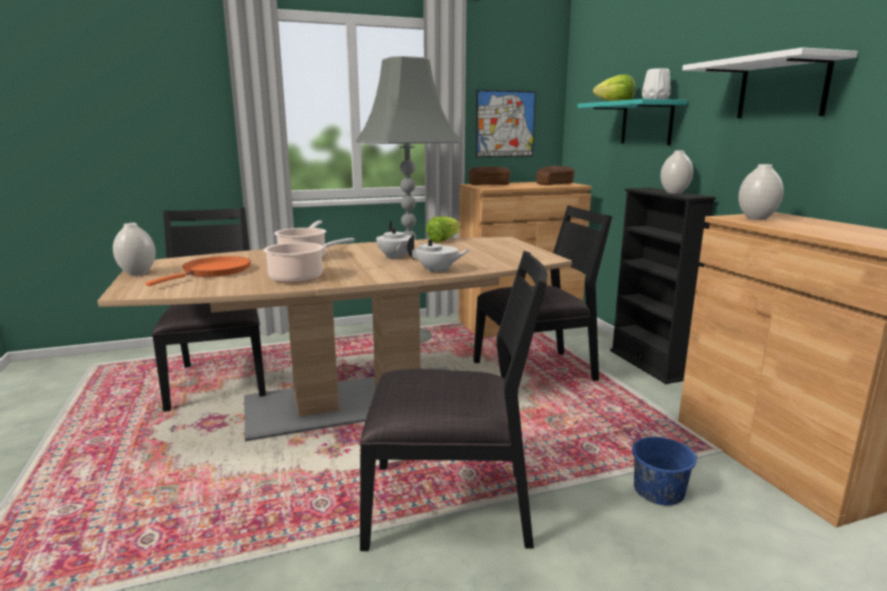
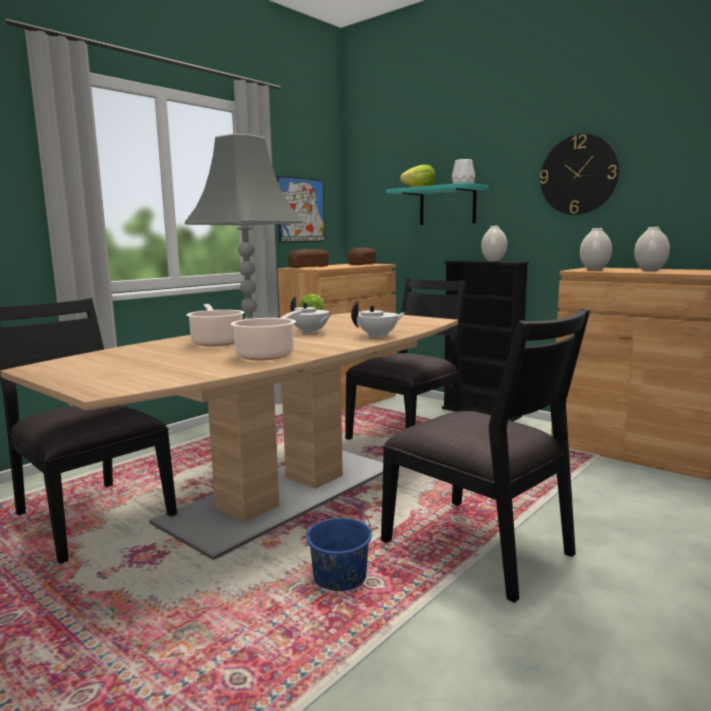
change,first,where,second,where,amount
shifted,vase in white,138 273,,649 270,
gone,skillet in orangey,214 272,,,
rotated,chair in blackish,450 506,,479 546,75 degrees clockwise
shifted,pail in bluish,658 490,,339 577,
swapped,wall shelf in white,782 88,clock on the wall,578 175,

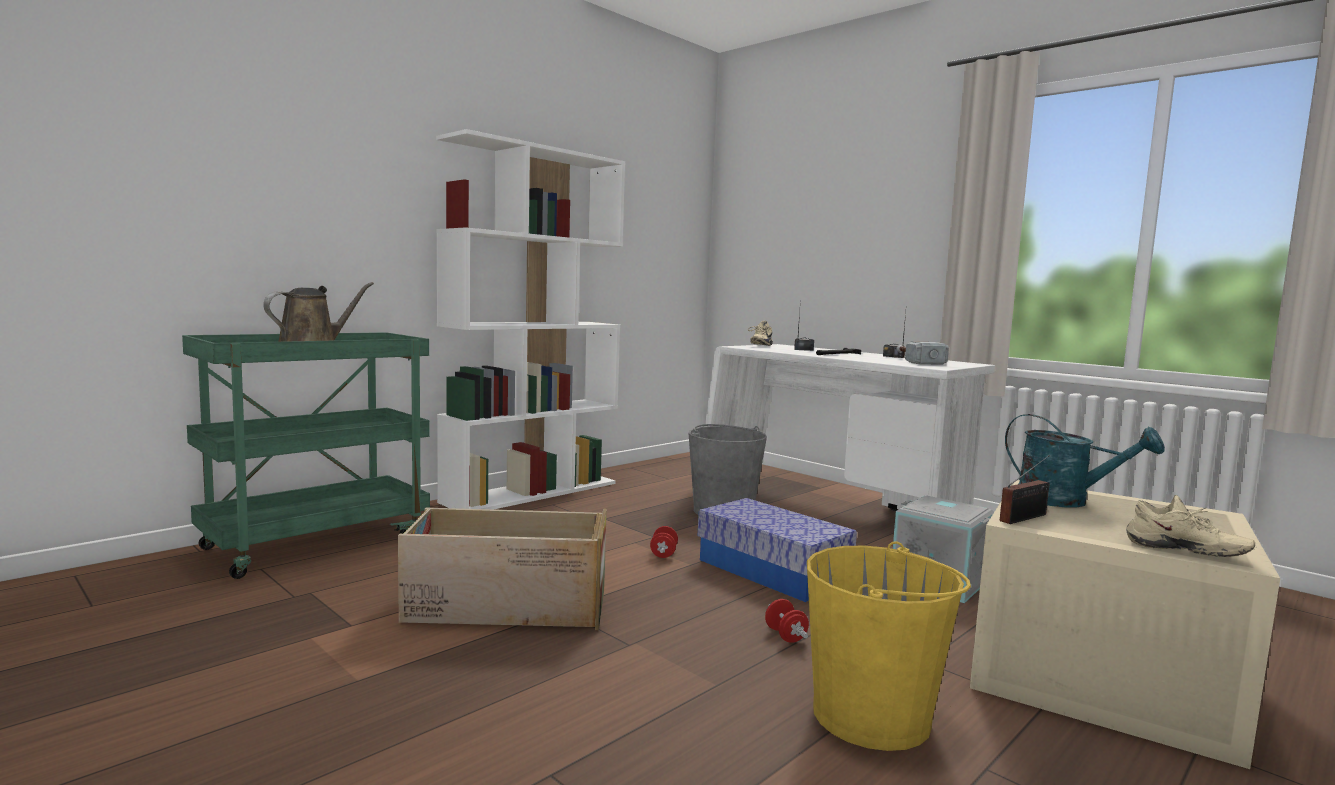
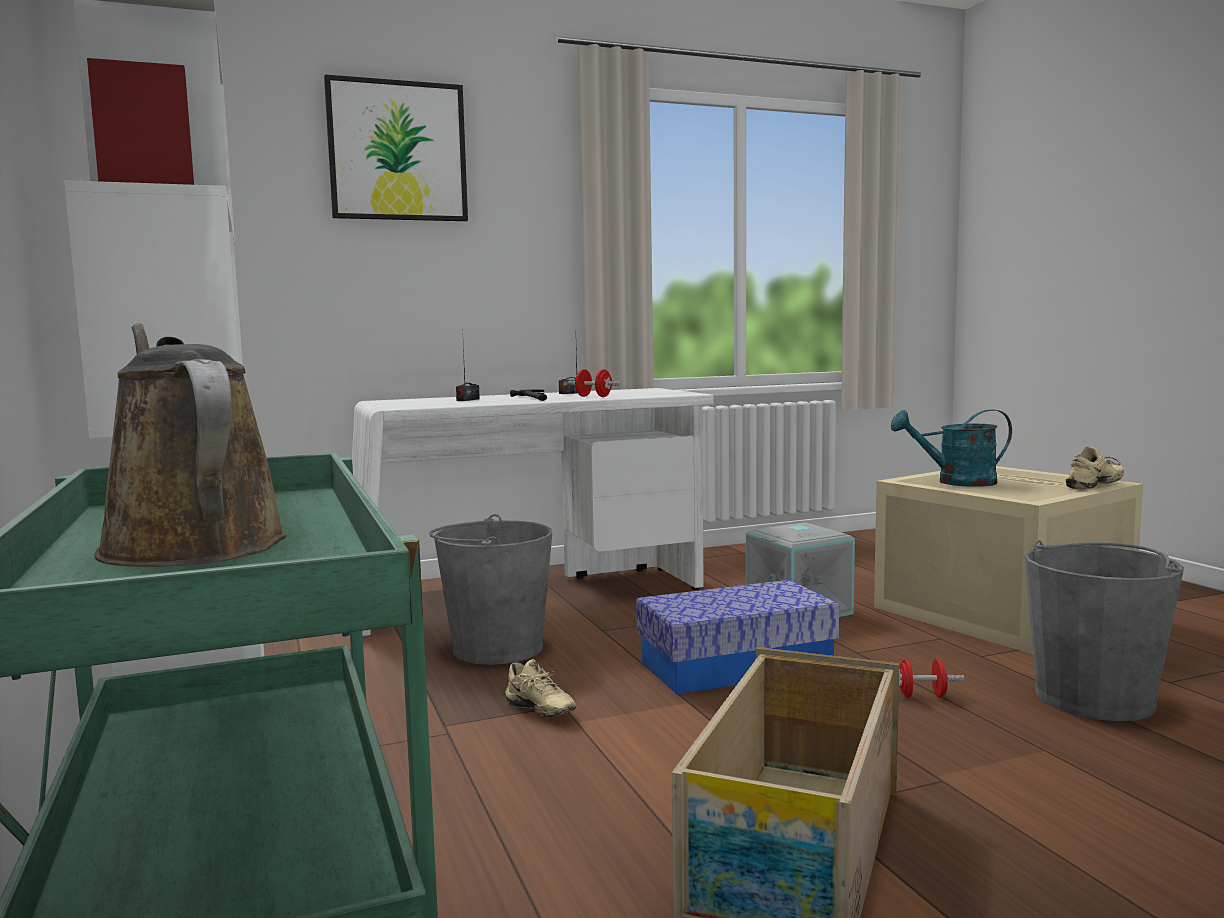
change,first,where,second,where,amount
shifted,free weight in reddish,663 554,,593 396,
shifted,shoe in beige,759 345,,538 711,
repainted,pail in yellow,872 716,pail in gray,1095 698,
gone,tool hammer,914 361,,,
gone,radio set,1026 517,,,
rotated,watering pot in turquoise-coloured,1065 501,,956 482,150 degrees counterclockwise
new,,,wall picture,397 151,

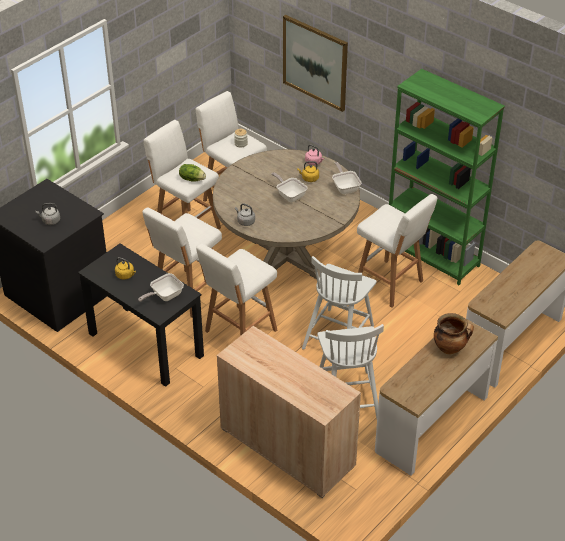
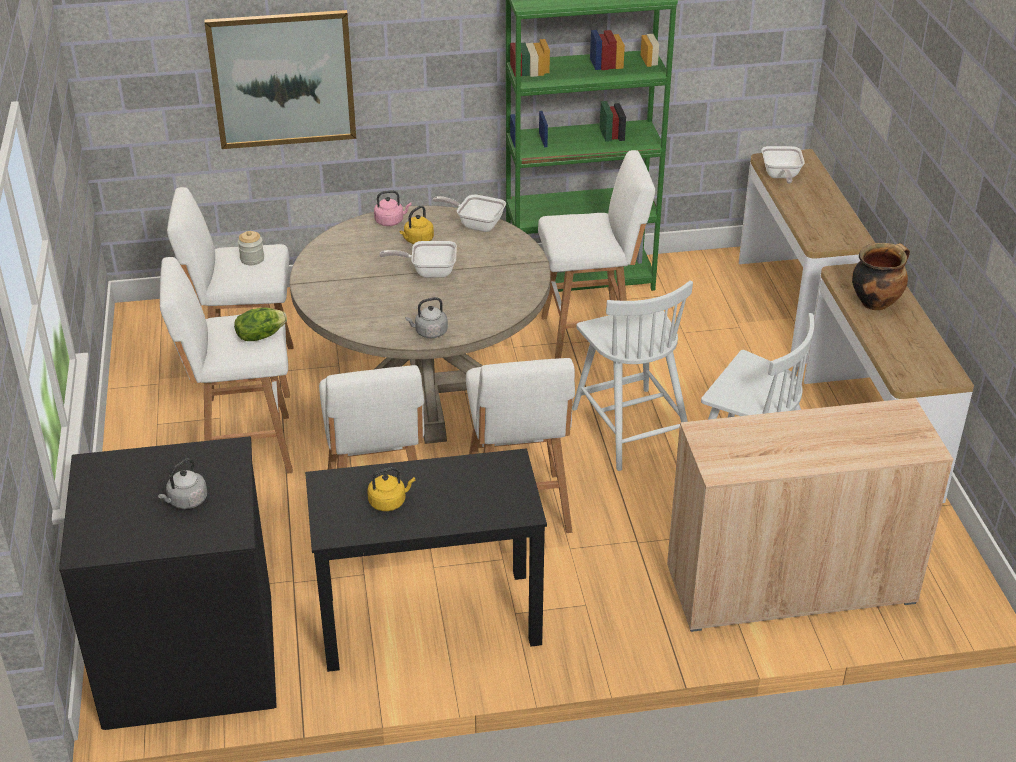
change,first,where,second,where,amount
shifted,skillet,164 296,,780 176,

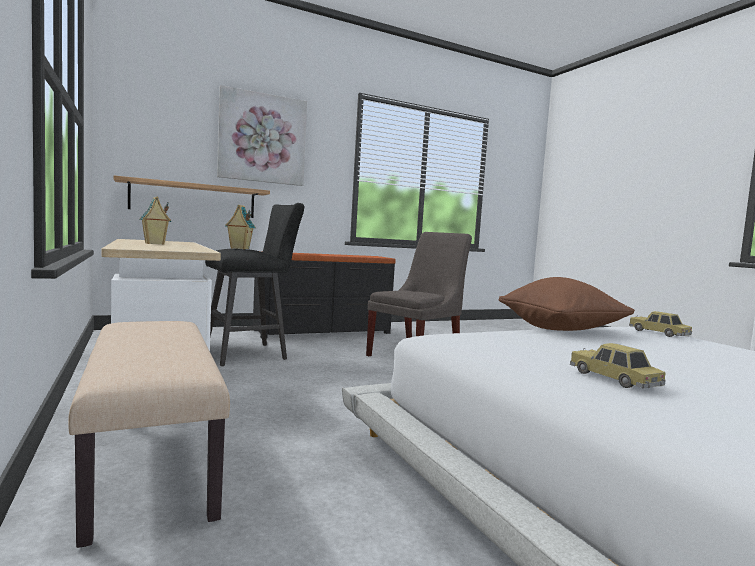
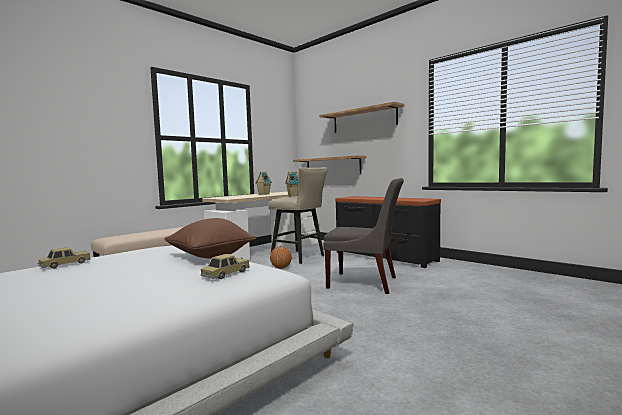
change,first,where,second,where,amount
repainted,stool seat in blackish,251 353,stool seat in beige,300 257,
swapped,wall picture,262 138,wall shelf,364 119,
new,,,basketball ball,281 268,

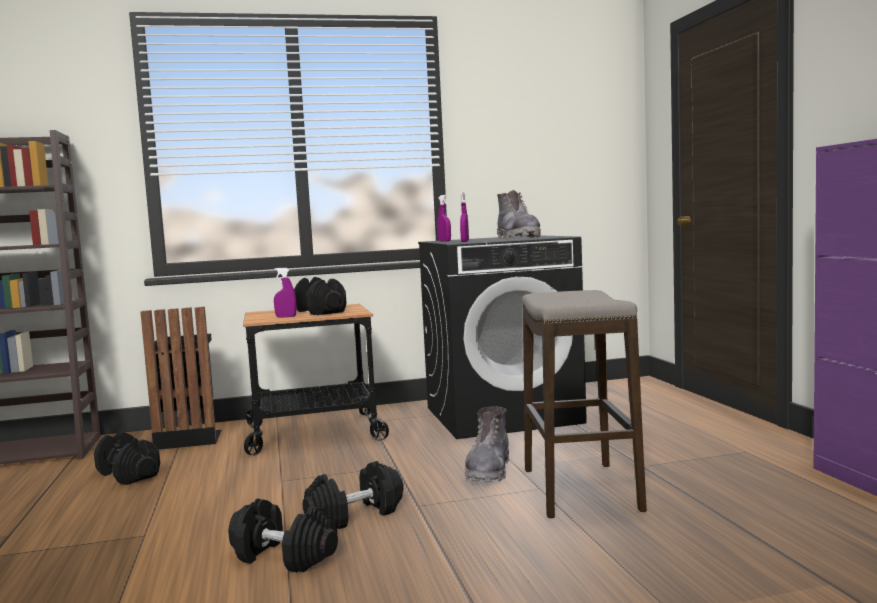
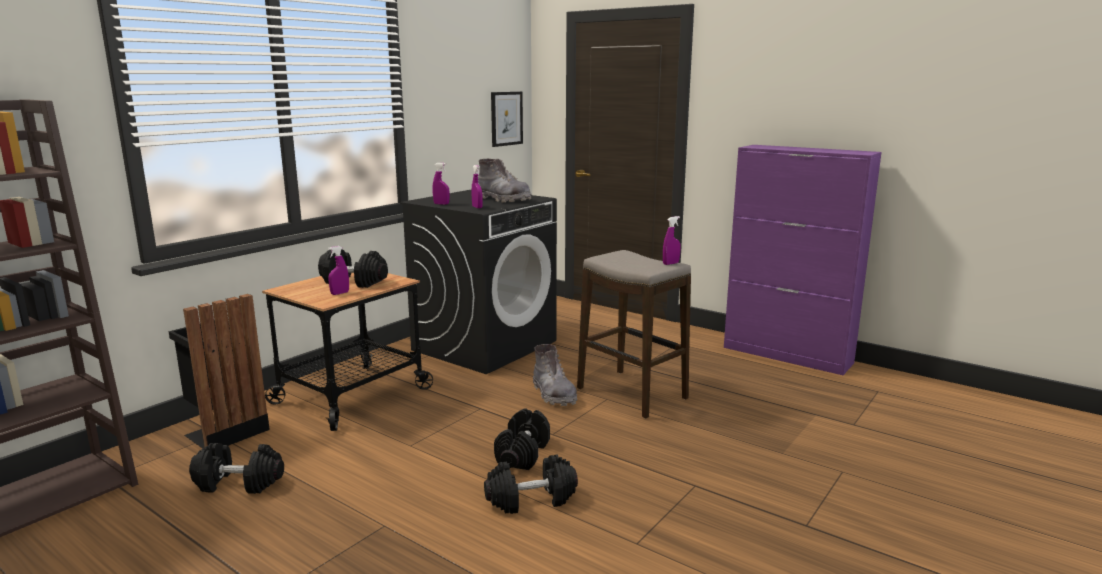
change,first,where,second,where,amount
new,,,wall picture,506 118,
new,,,spray bottle in purple-coloured,671 263,

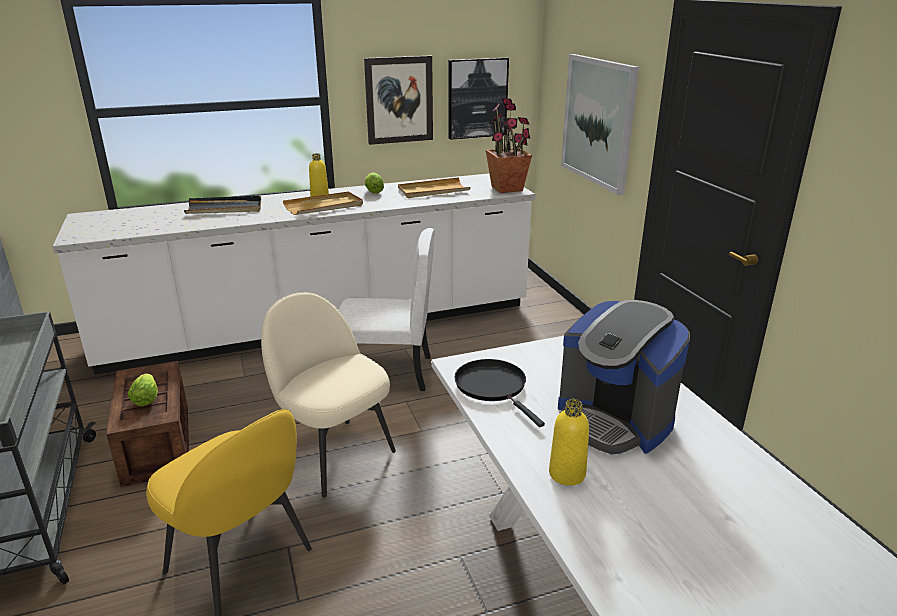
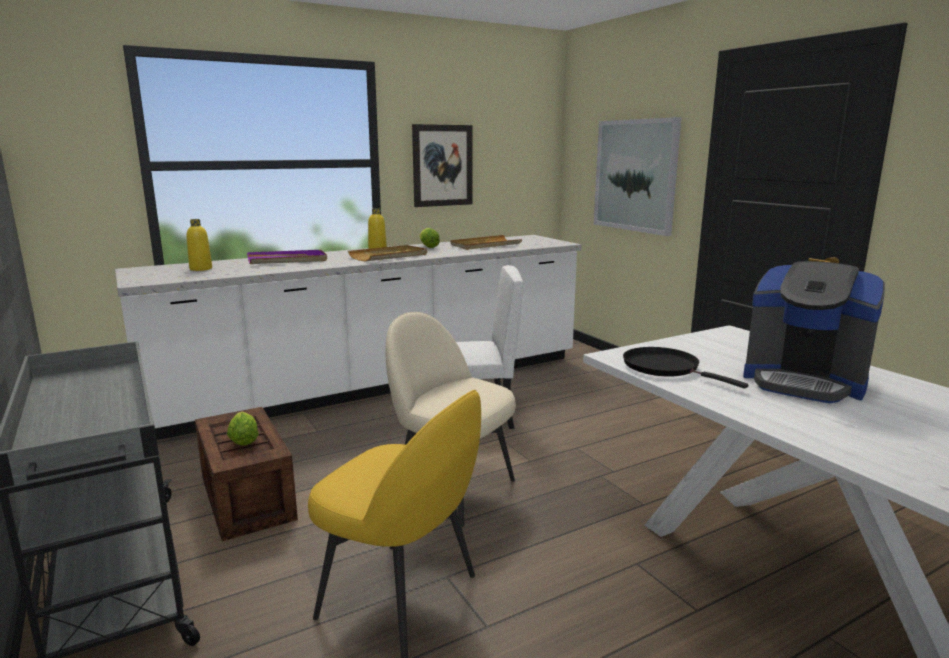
change,first,where,second,where,amount
repainted,carrying tray in blackish,225 208,carrying tray in purple-coloured,287 260,
gone,wall picture,477 98,,,
gone,plant in a pot,507 188,,,
shifted,beverage bottle in yellow,567 474,,201 269,

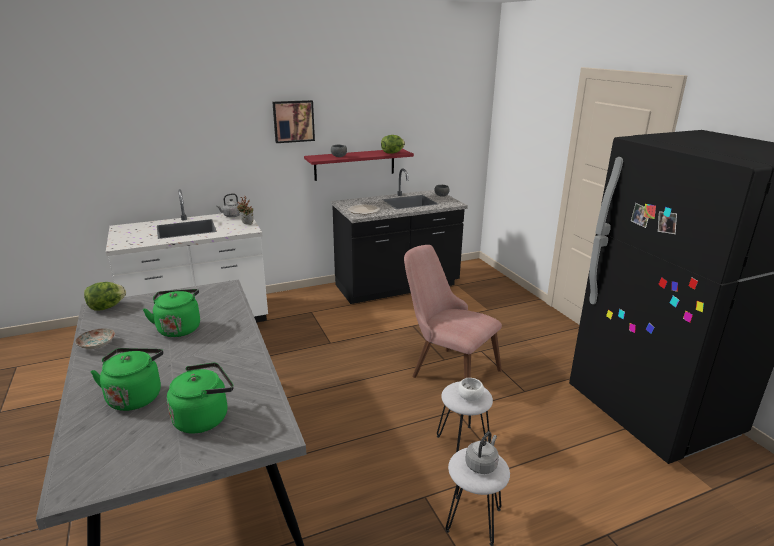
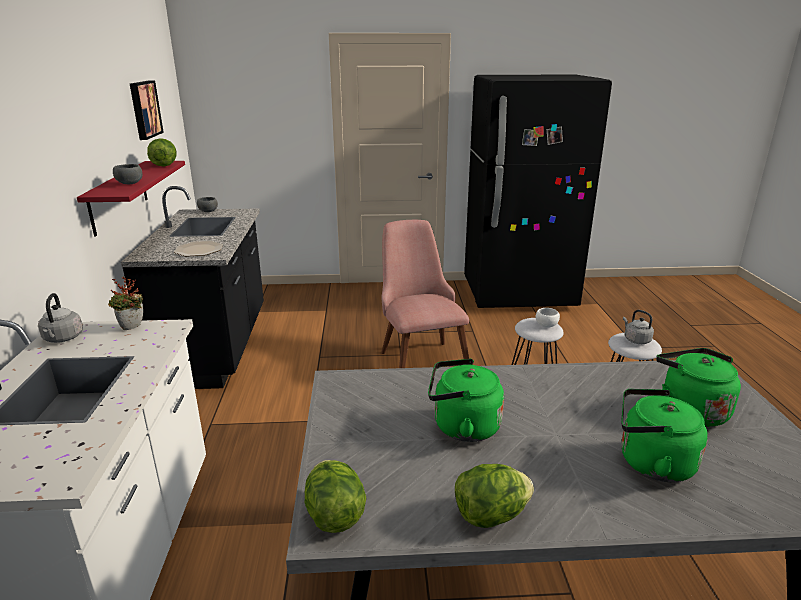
change,first,where,second,where,amount
swapped,plate,97 344,lettuce head,490 515,
shifted,wall picture,293 121,,144 109,
rotated,chair in pink-coloured,446 369,,419 357,105 degrees clockwise

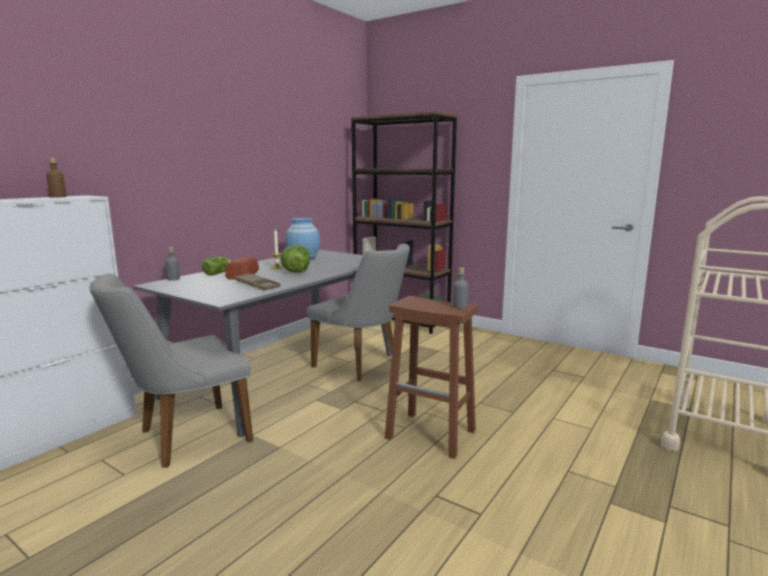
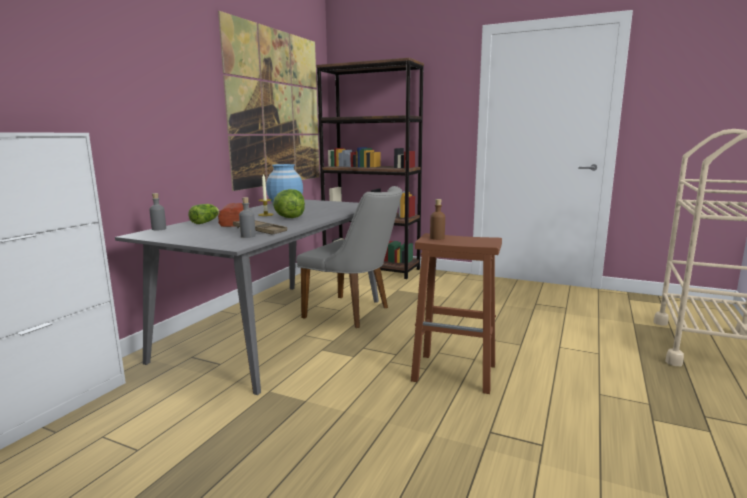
change,first,where,second,where,amount
shifted,beverage bottle in brown,58 197,,437 238,
gone,chair in gray,184 438,,,
shifted,beverage bottle in gray,460 306,,248 236,
new,,,wall picture,277 108,

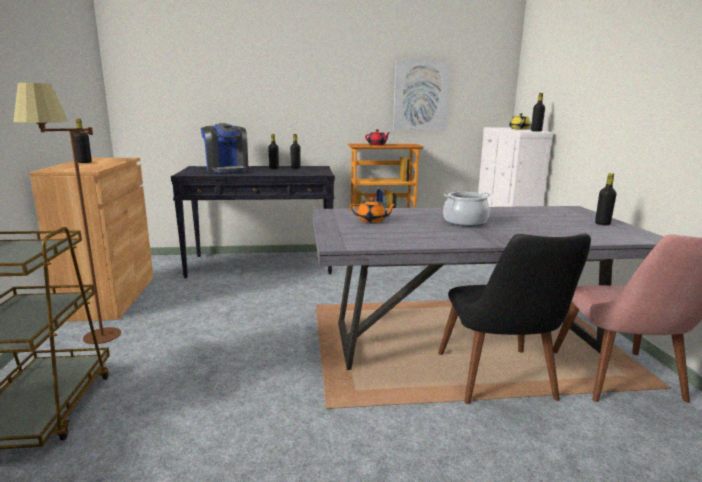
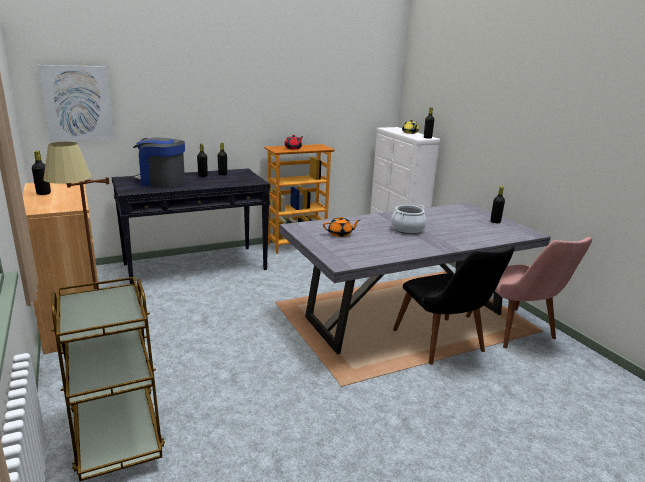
change,first,where,second,where,amount
rotated,coffee brewer,227 170,,161 182,150 degrees clockwise
shifted,wall picture,420 96,,78 103,

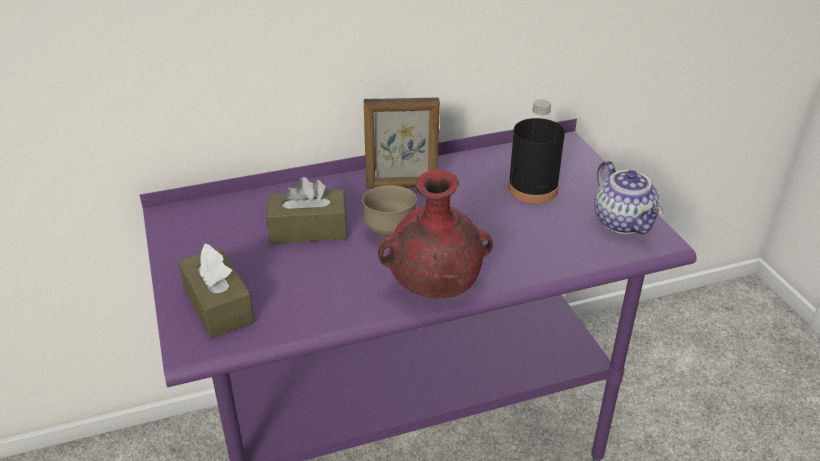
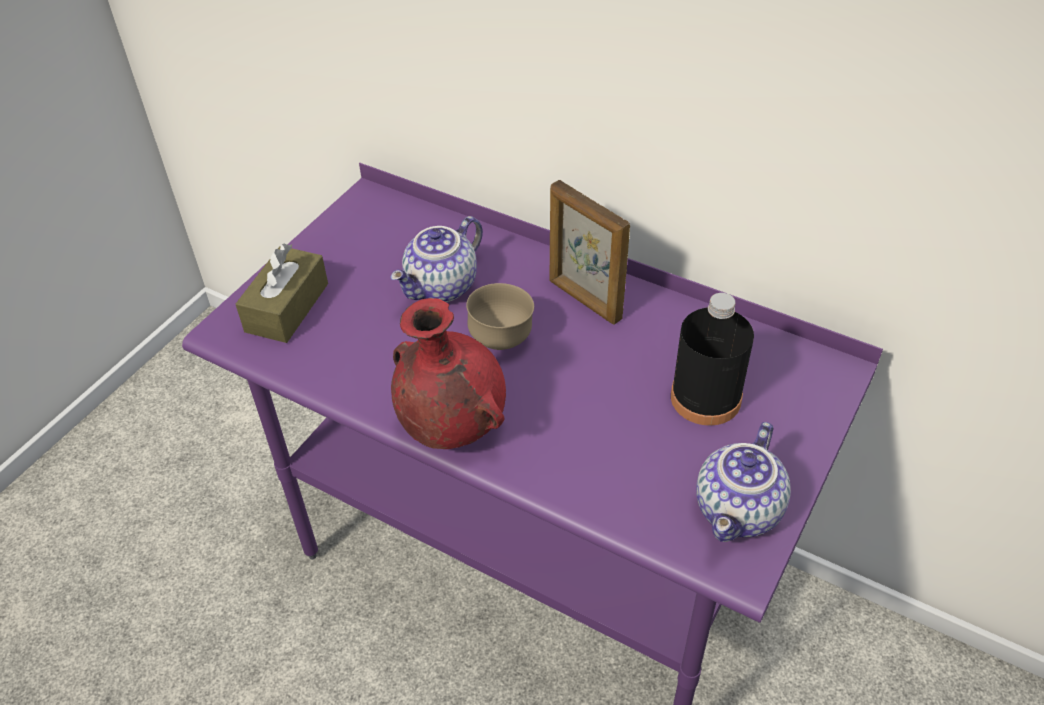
change,first,where,second,where,amount
swapped,tissue box in brown,308 229,tea pot,442 287,

